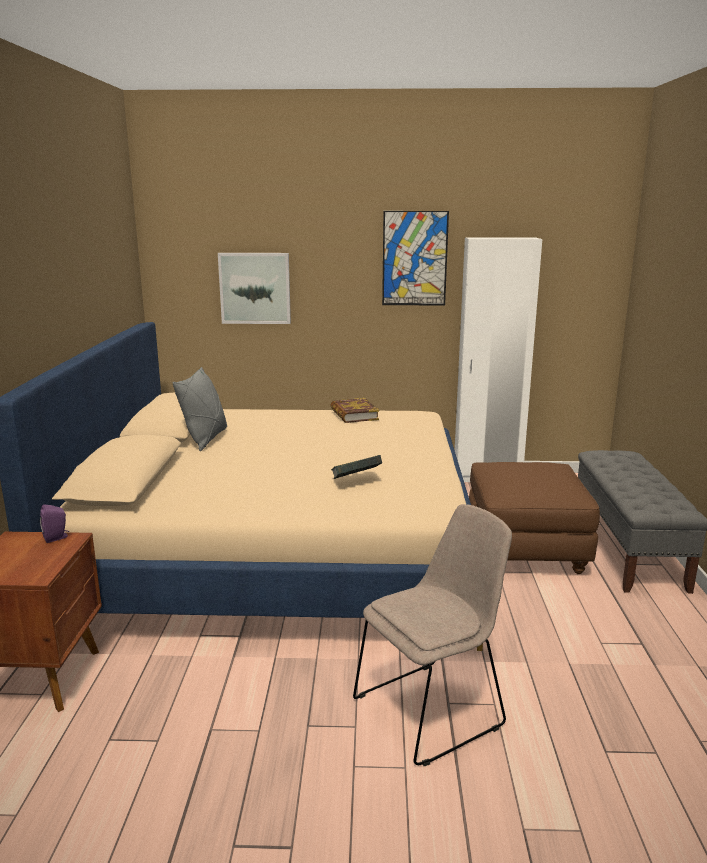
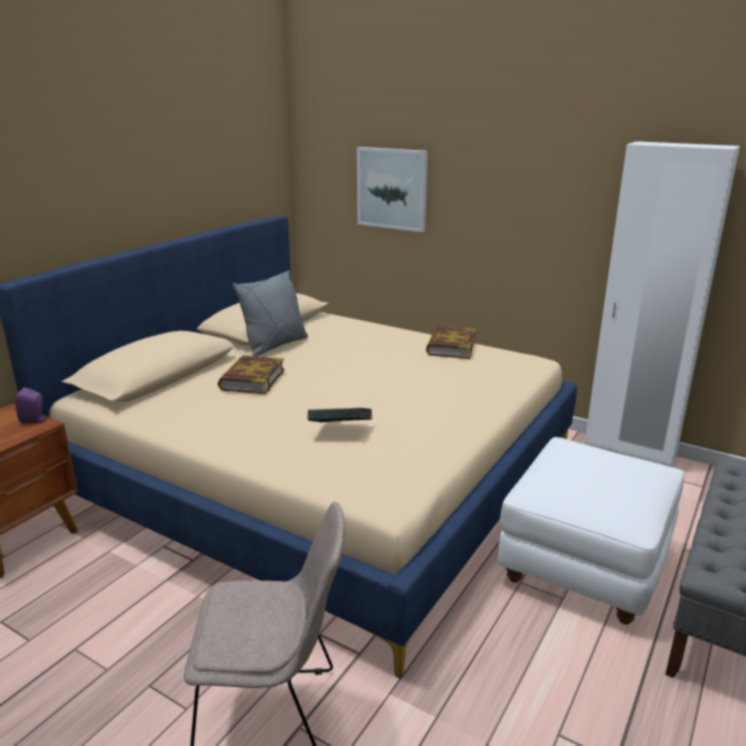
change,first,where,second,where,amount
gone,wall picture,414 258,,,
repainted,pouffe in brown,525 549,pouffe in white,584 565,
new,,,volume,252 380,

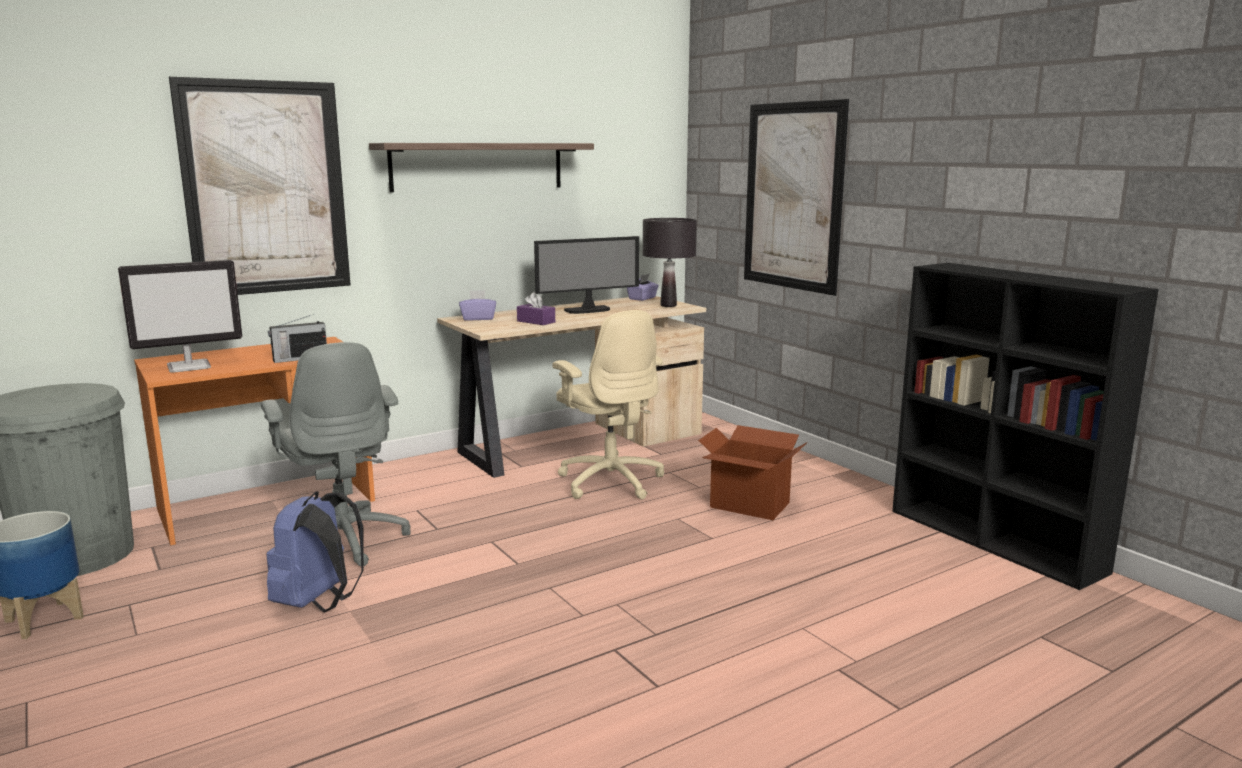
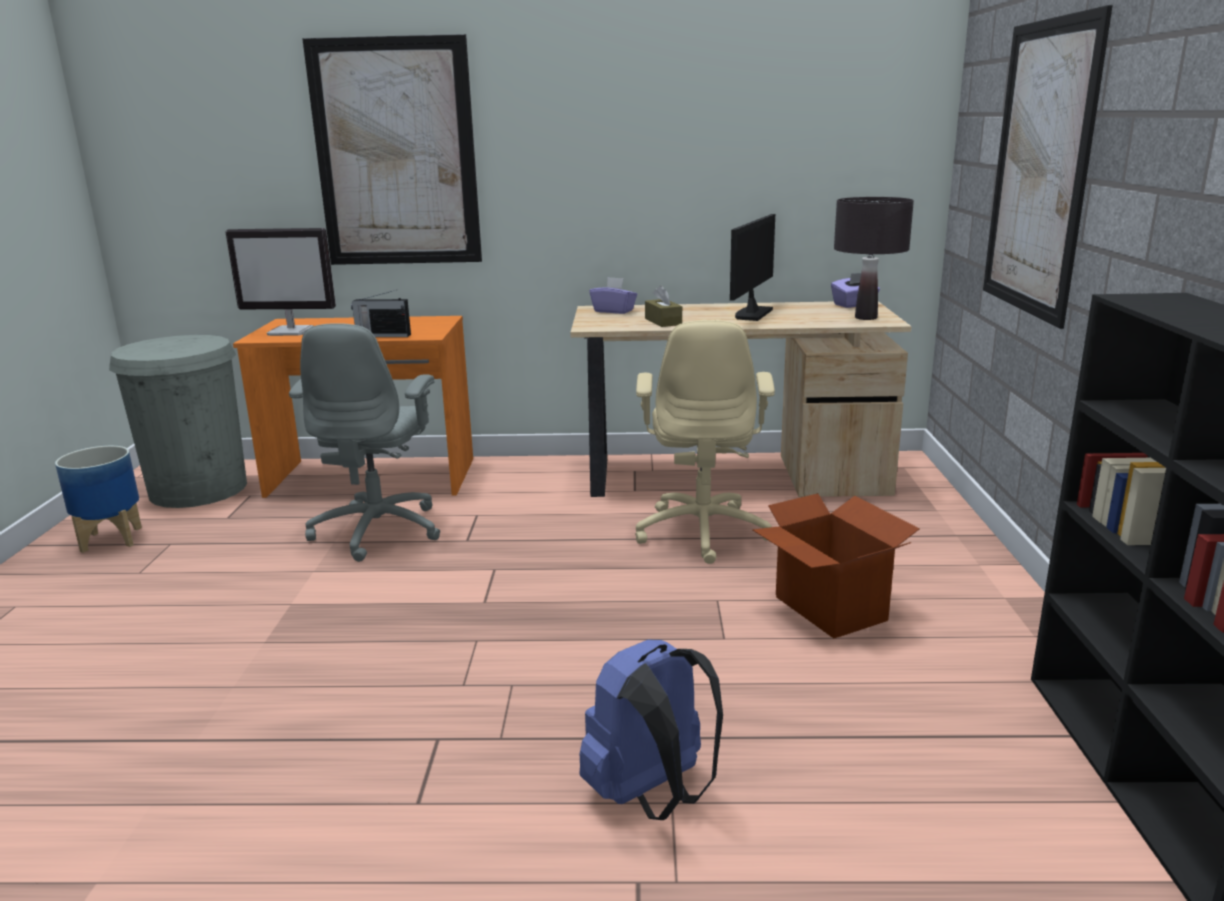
change,first,where,second,where,amount
shifted,knapsack in bluish,319 603,,652 795,
gone,wall shelf,478 166,,,
repainted,tissue box in purple-coloured,536 321,tissue box in brown,663 321,
rotated,computer screen,588 310,,752 314,105 degrees clockwise

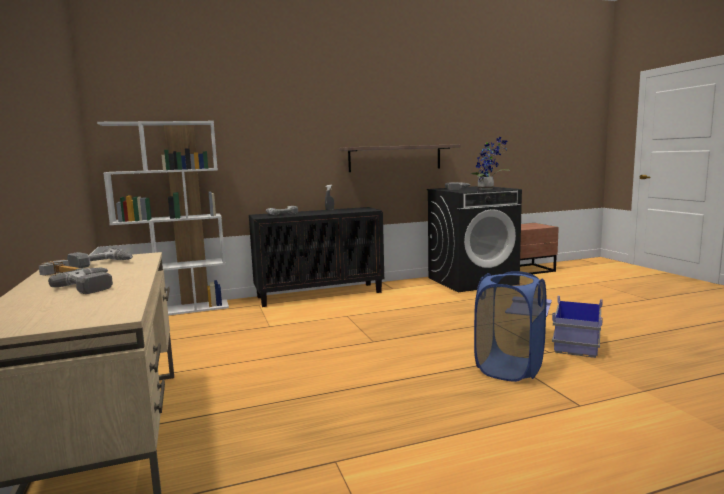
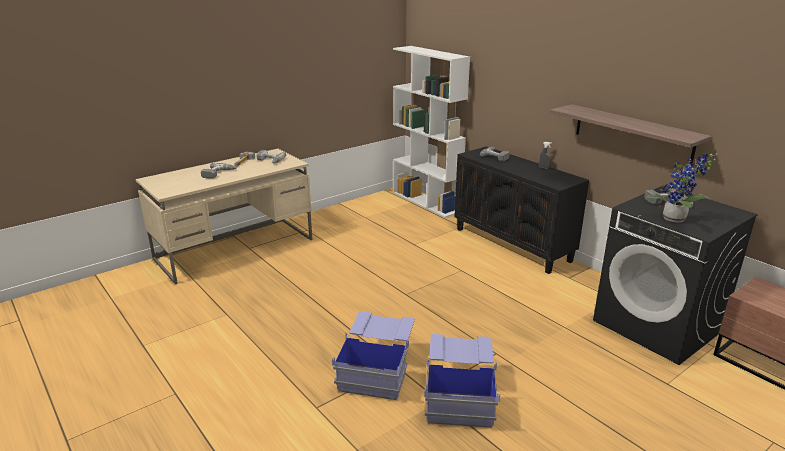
change,first,where,second,where,amount
swapped,laundry basket in bluish,509 368,storage box in bluish,377 368,

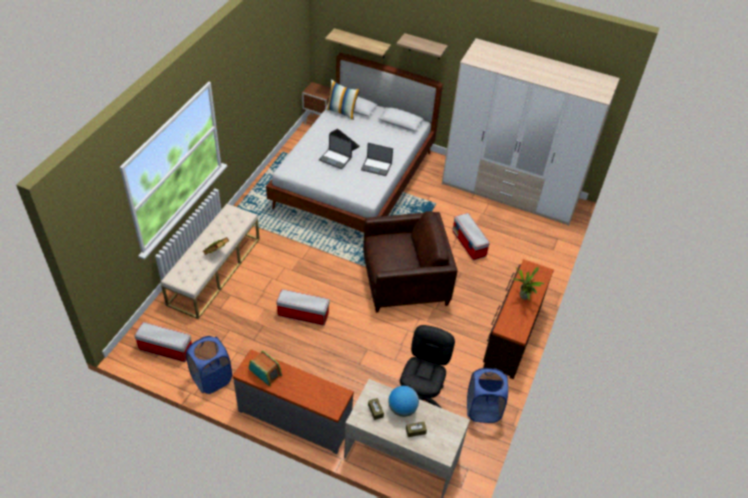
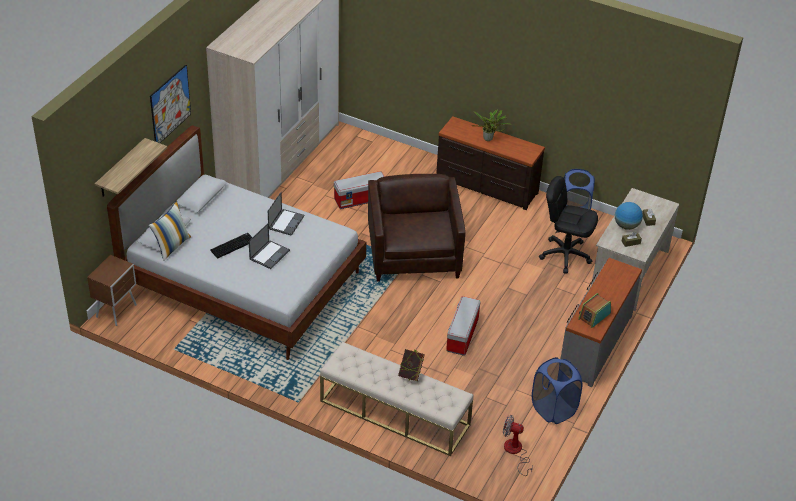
change,first,where,second,where,amount
swapped,storage box,165 349,electric fan,515 452,
swapped,wall shelf,425 46,wall picture,170 105,

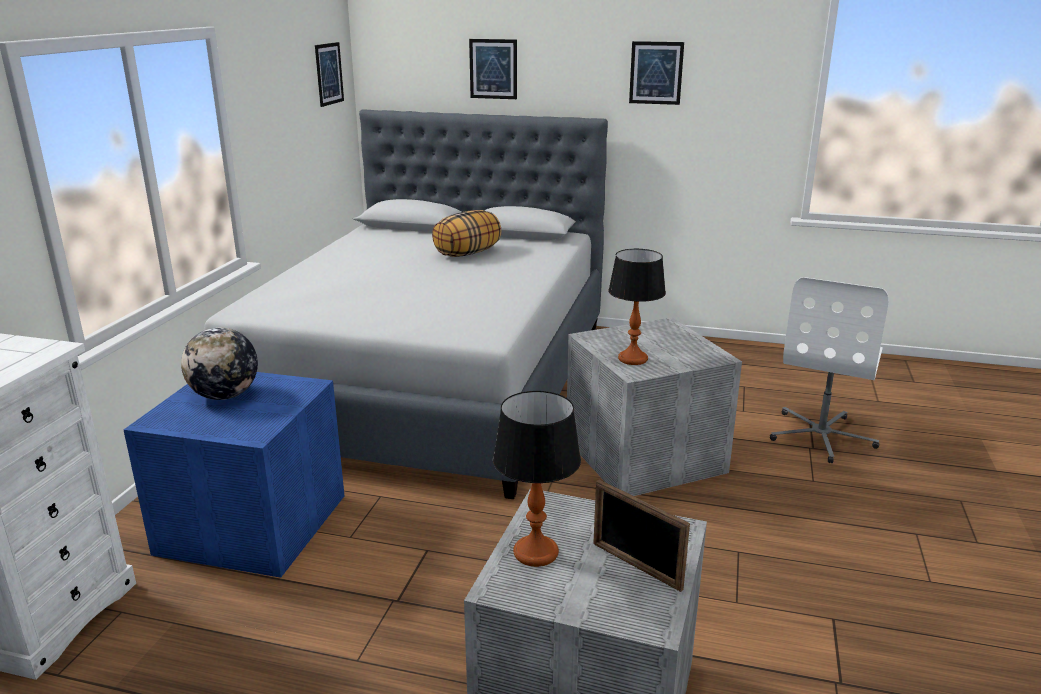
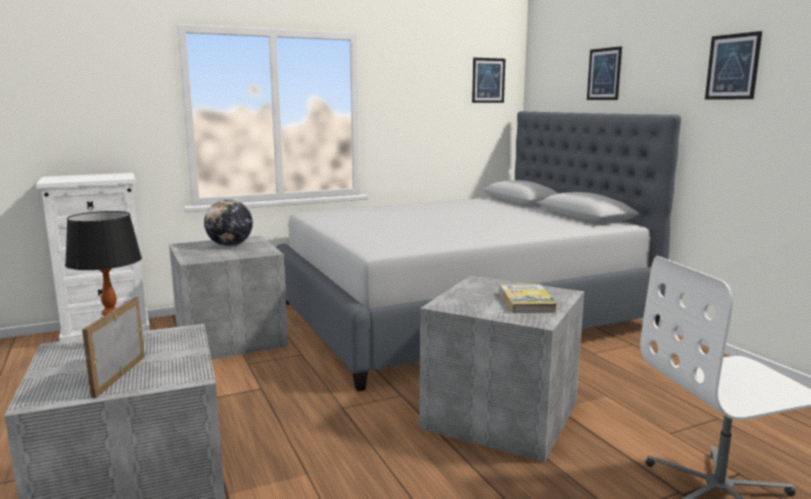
change,first,where,second,where,amount
repainted,storage box in bluish,252 522,storage box in gray,232 337,
gone,pillow,467 253,,,
gone,table lamp,633 359,,,
new,,,volume,526 302,

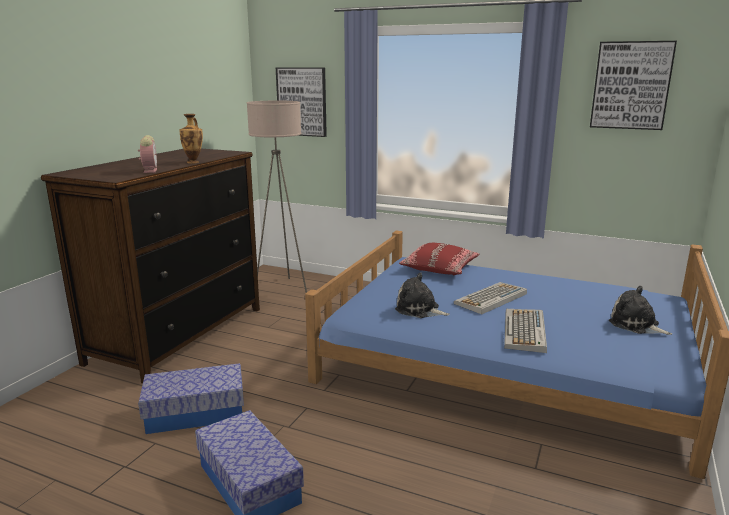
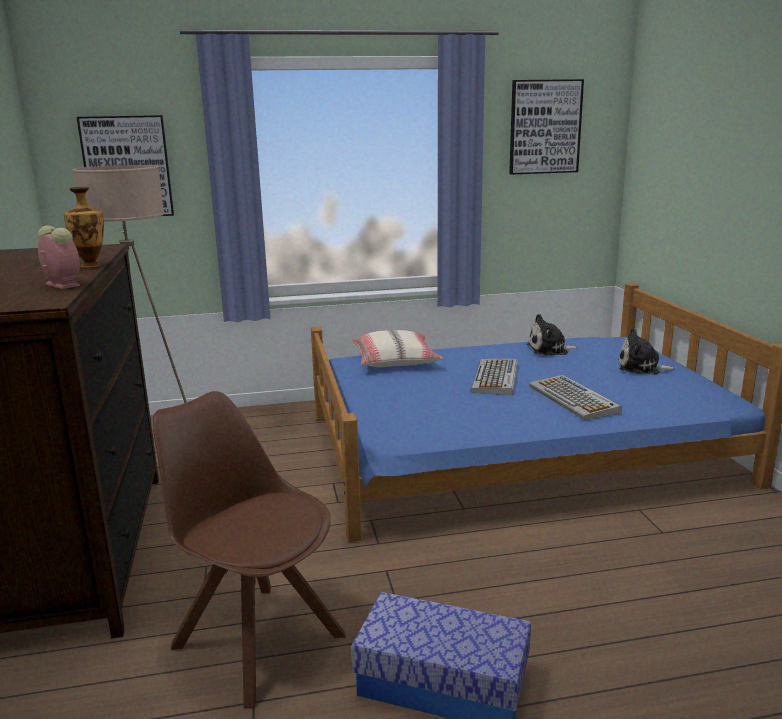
change,first,where,second,where,amount
swapped,storage box,196 413,chair in brown,255 638,
shifted,cuddly toy,419 310,,550 350,
repainted,pillow in reddish,439 268,pillow in beige,395 360,

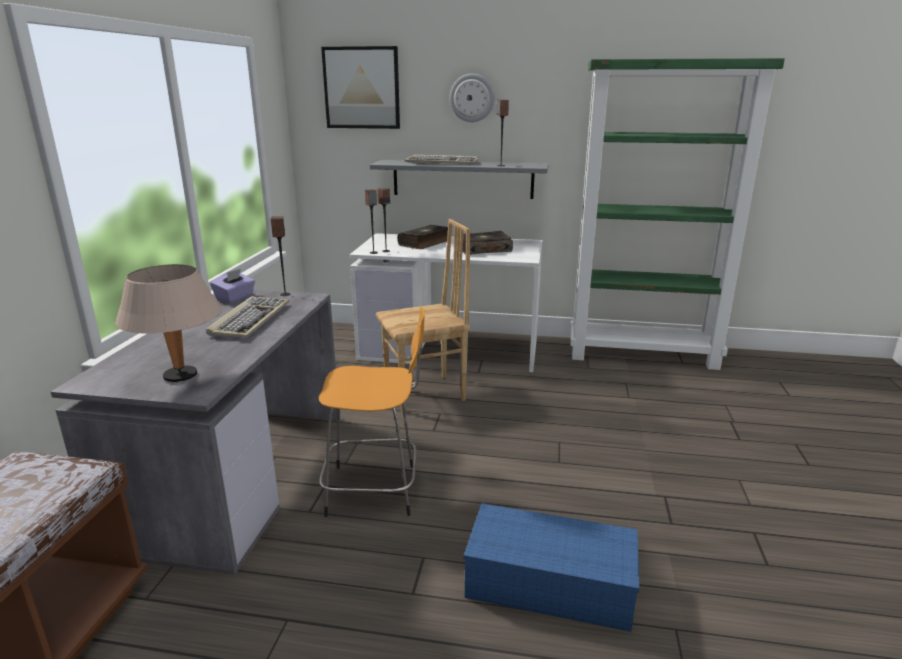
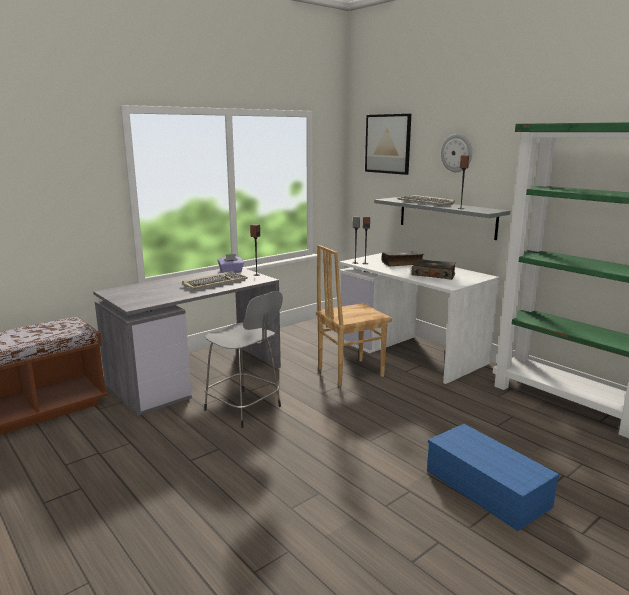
change,first,where,second,where,amount
gone,table lamp in beige,180 376,,,
repainted,stool seat in orangey,376 490,stool seat in gray,244 409,
rotated,chair in brown,425 394,,349 372,135 degrees clockwise
shifted,storage box in bluish,552 583,,489 488,

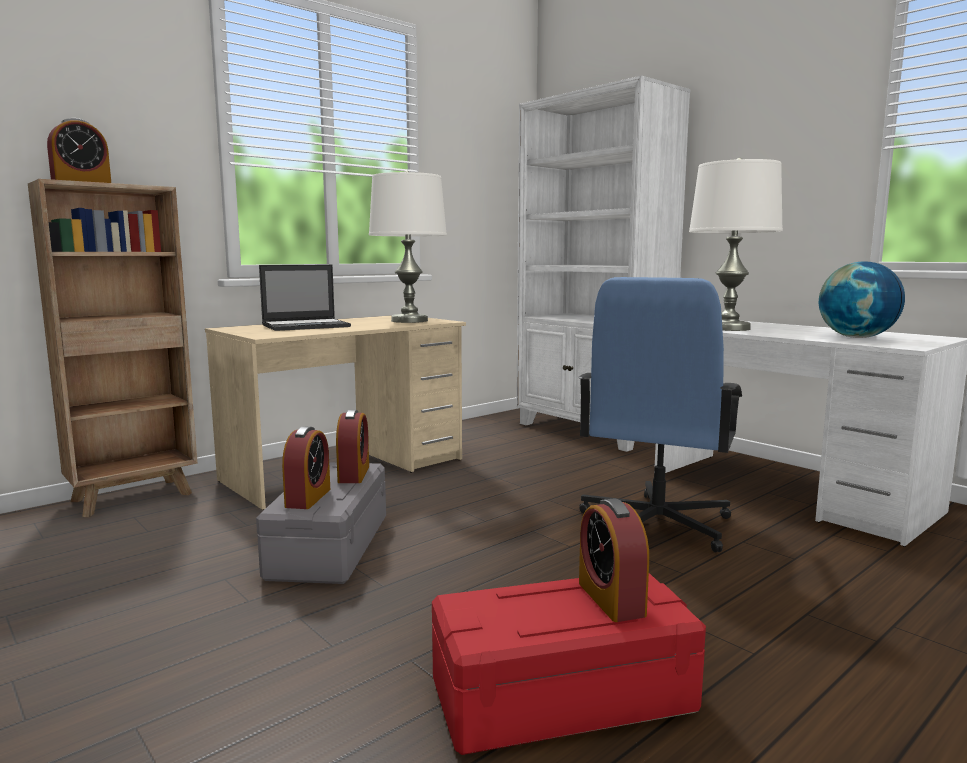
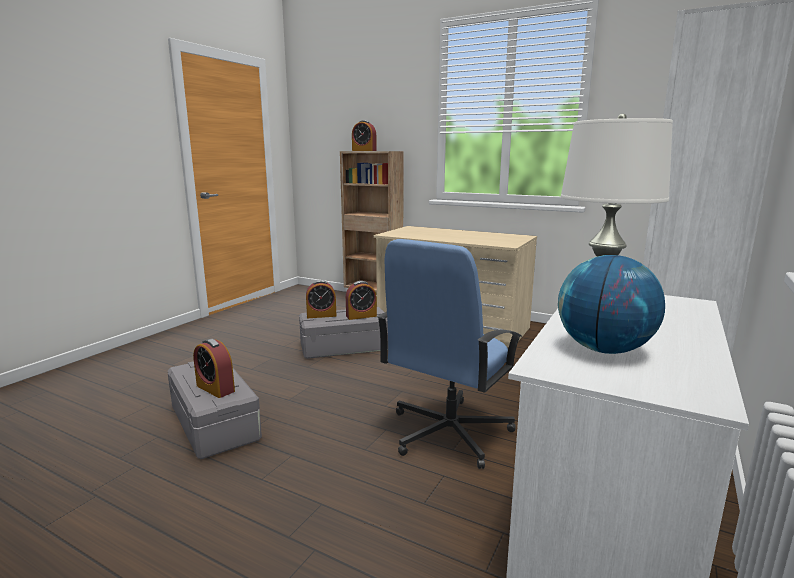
change,first,where,second,where,amount
gone,portable computer,307 326,,,
gone,table lamp in white,409 321,,,
repainted,storage box in reddish,562 694,storage box in gray,216 423,
rotated,office chair in bluish,655 524,,448 433,60 degrees counterclockwise
rotated,table clock,611 599,,215 388,105 degrees counterclockwise

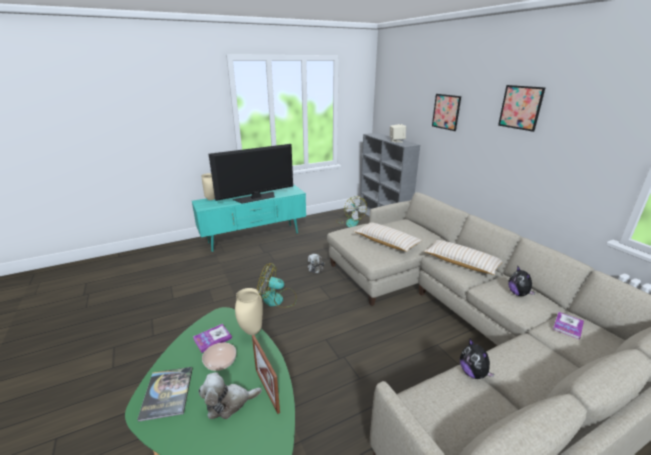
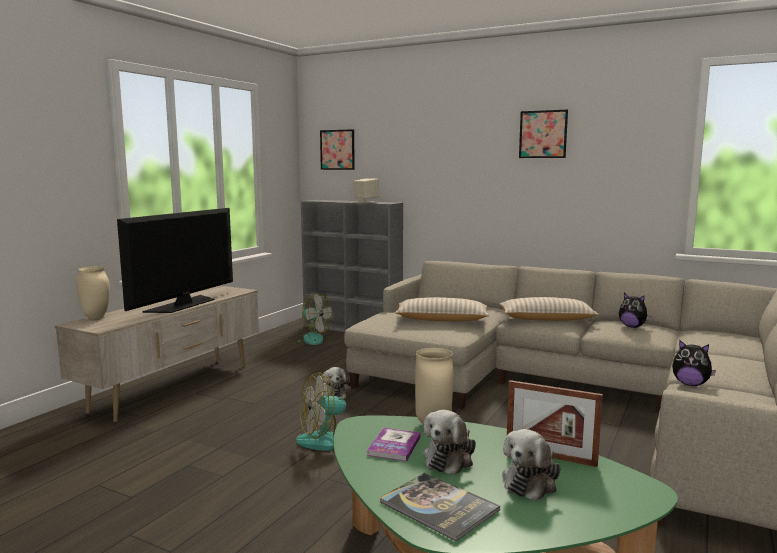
change,first,where,second,where,amount
repainted,tv unit in turquoise-coloured,254 238,tv unit in beige,174 388,
swapped,bowl,221 362,cuddly toy,450 458,
shifted,wall picture,446 112,,337 149,
gone,volume,568 326,,,

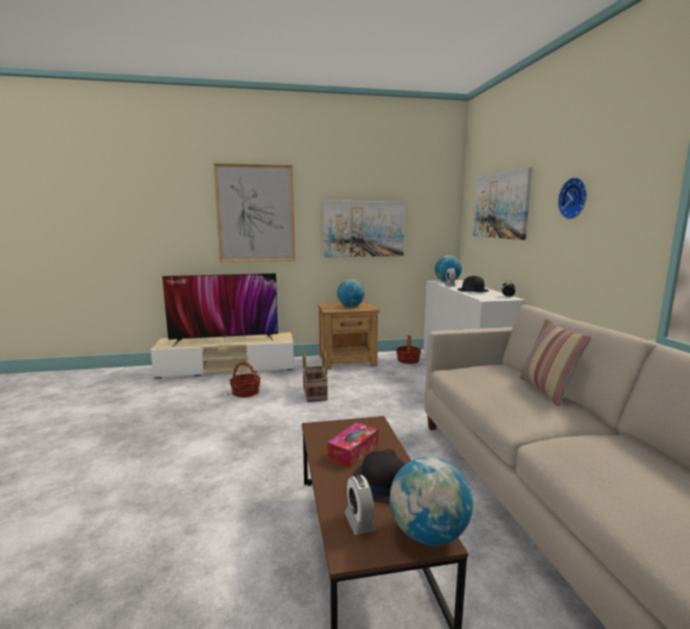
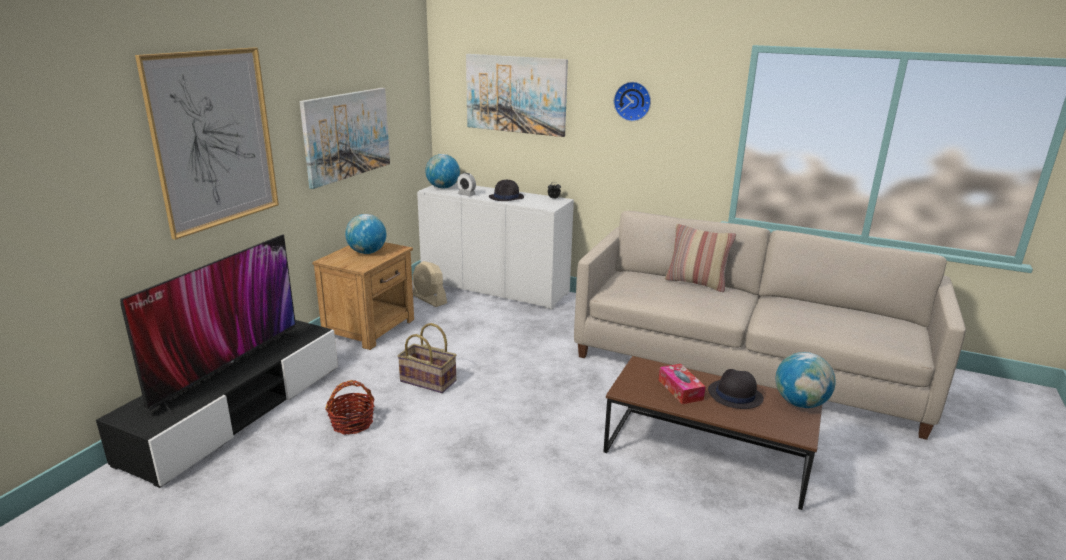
change,first,where,second,where,amount
repainted,tv unit in beige,227 368,tv unit in blackish,237 412,
gone,table clock,359 522,,,
swapped,storage basket,408 360,electric fan in beige,429 299,

